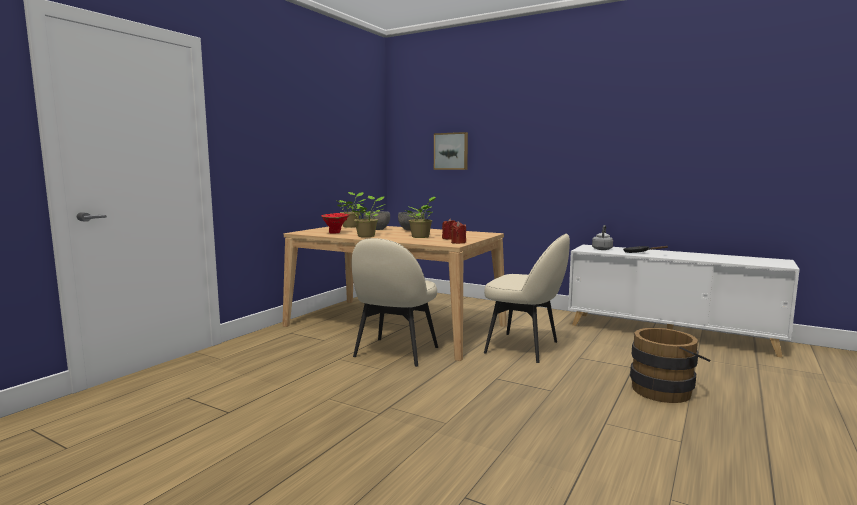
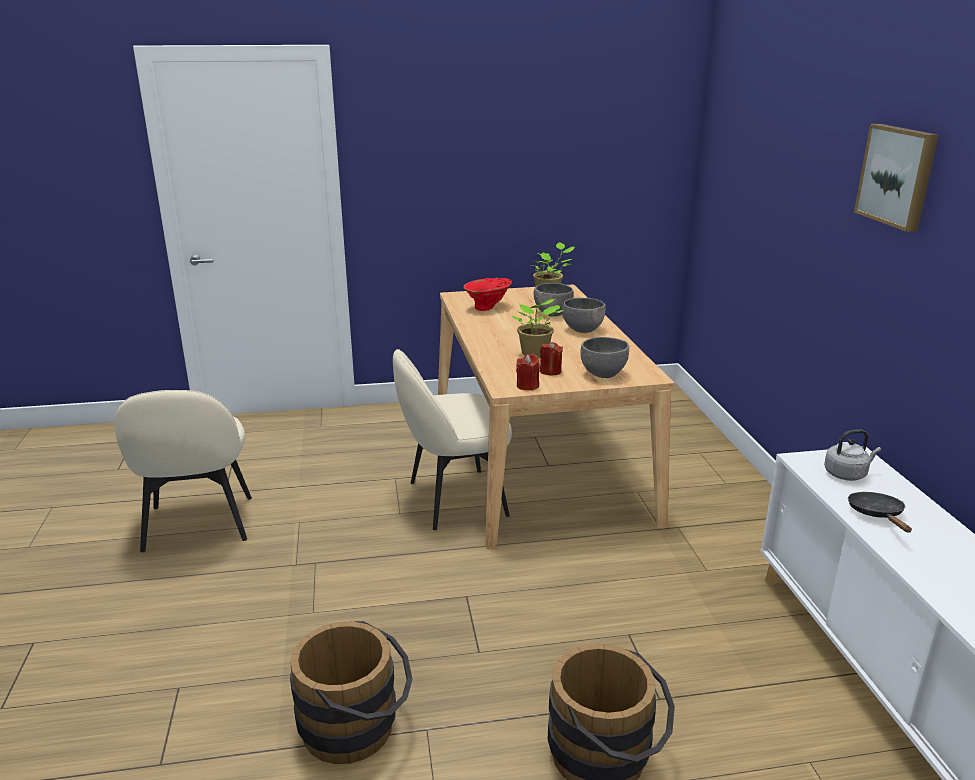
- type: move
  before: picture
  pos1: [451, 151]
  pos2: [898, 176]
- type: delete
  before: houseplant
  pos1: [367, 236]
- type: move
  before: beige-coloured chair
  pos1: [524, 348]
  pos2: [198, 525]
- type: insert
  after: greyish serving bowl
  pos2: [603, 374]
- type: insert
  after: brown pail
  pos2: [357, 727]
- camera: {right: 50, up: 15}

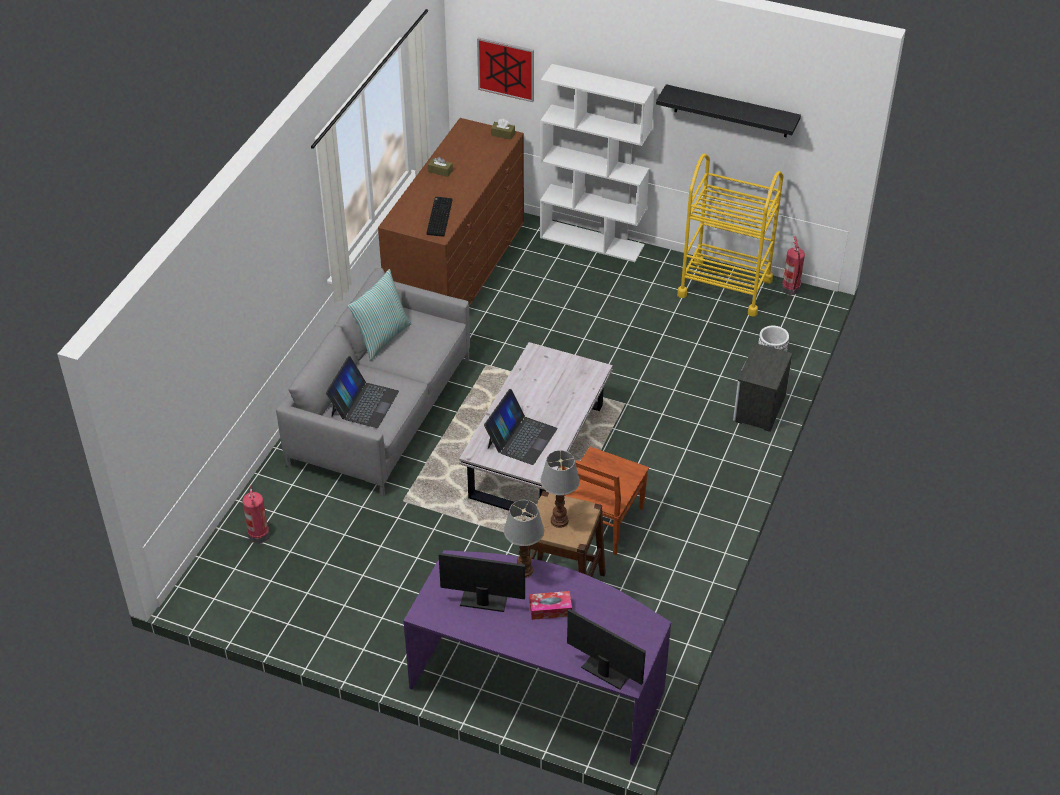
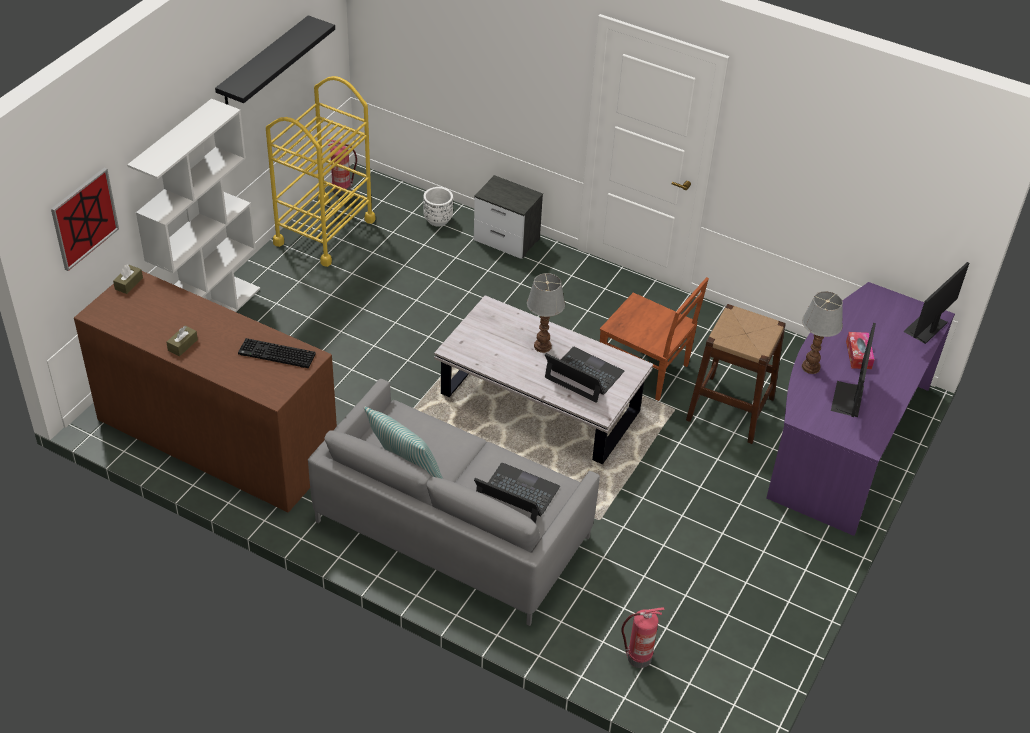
- type: move
  before: lamp for a table
  pos1: [559, 521]
  pos2: [543, 346]
- camera: {right: -85, up: 0}

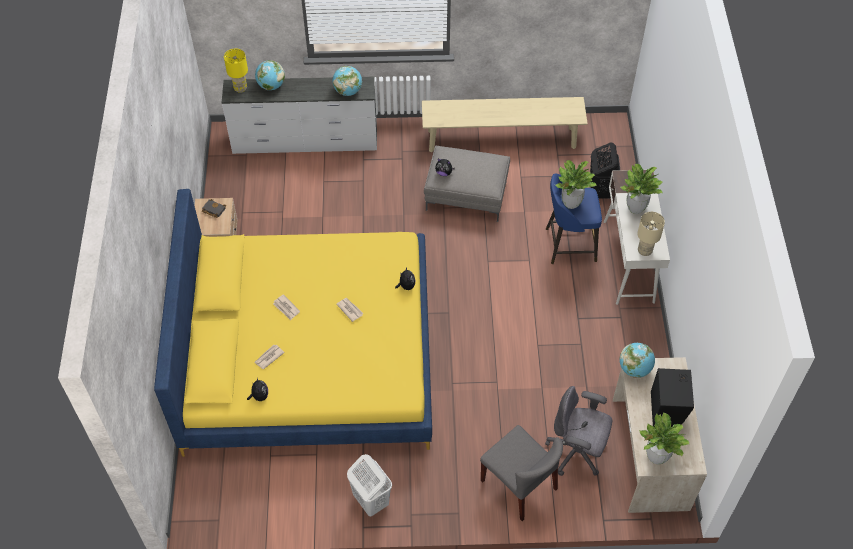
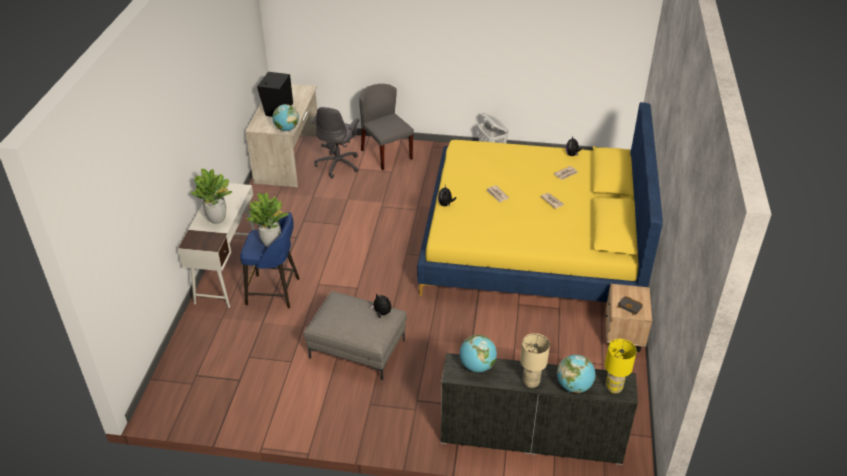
- type: delete
  before: beige-coloured bench
  pos1: [501, 139]
- type: delete
  before: black-coloured laundry basket
  pos1: [600, 190]
- type: move
  before: beige-coloured lamp for a table
  pos1: [644, 251]
  pos2: [531, 383]
- type: rotate
  before: greyish office chair
  pos1: [577, 452]
  pos2: [338, 164]
  turn: 75
- type: delete
  before: houseplant
  pos1: [656, 456]
- camera: {right: -170, up: -15}

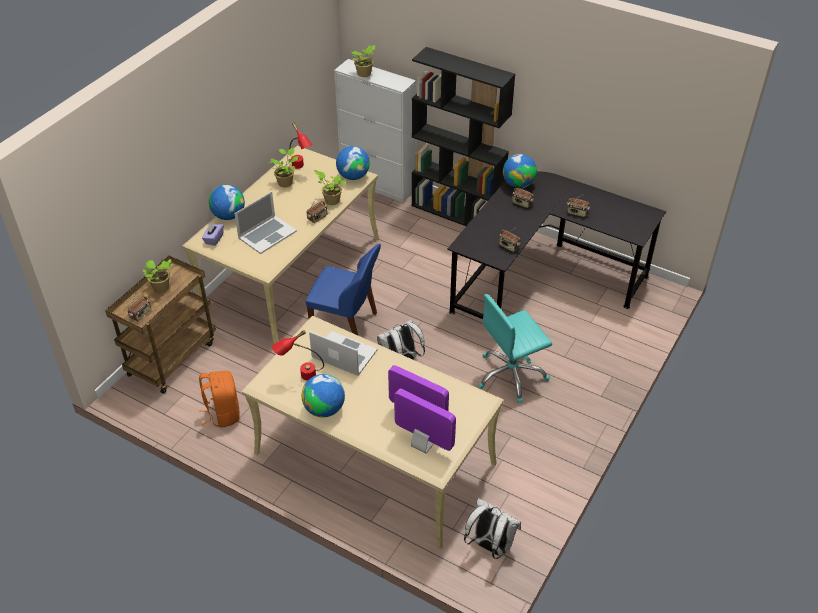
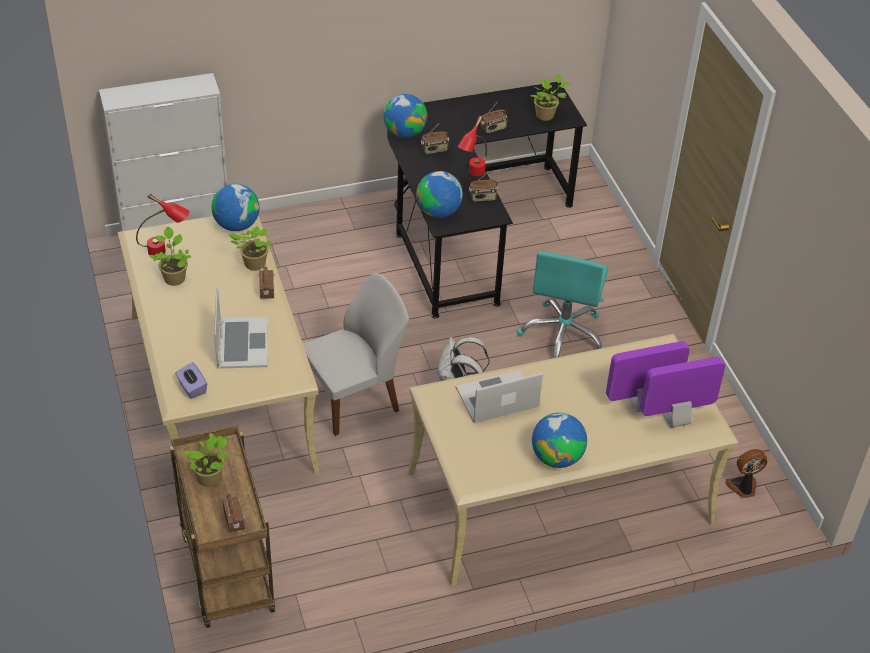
- type: move
  before: houseplant
  pos1: [364, 74]
  pos2: [546, 115]
- type: delete
  before: black-coloured bookshelf
  pos1: [457, 213]
- type: move
  before: desk globe
  pos1: [229, 216]
  pos2: [438, 212]
- type: recolor
  before: bluish chair
  after: whitish chair
  pos1: [346, 324]
  pos2: [354, 400]
- type: move
  before: red-coloured lamp for a table
  pos1: [300, 375]
  pos2: [472, 175]
- type: delete
  before: orange knapsack
  pos1: [223, 413]
- type: replace
  before: whitish knapsack
  after: electric fan
  pos1: [490, 546]
  pos2: [743, 487]
- camera: {right: -50, up: 0}

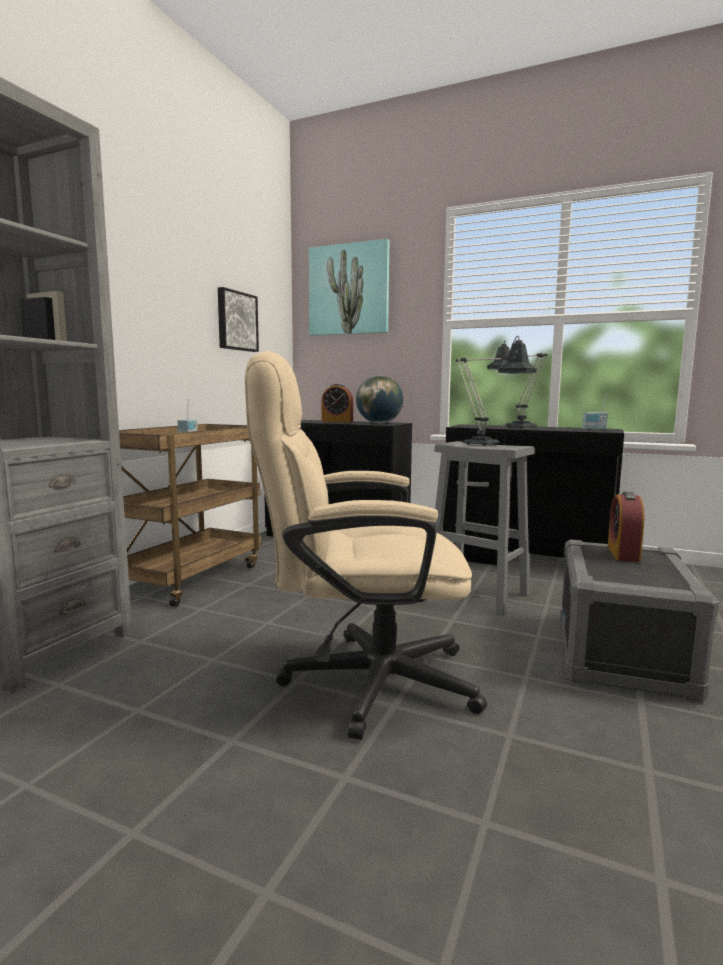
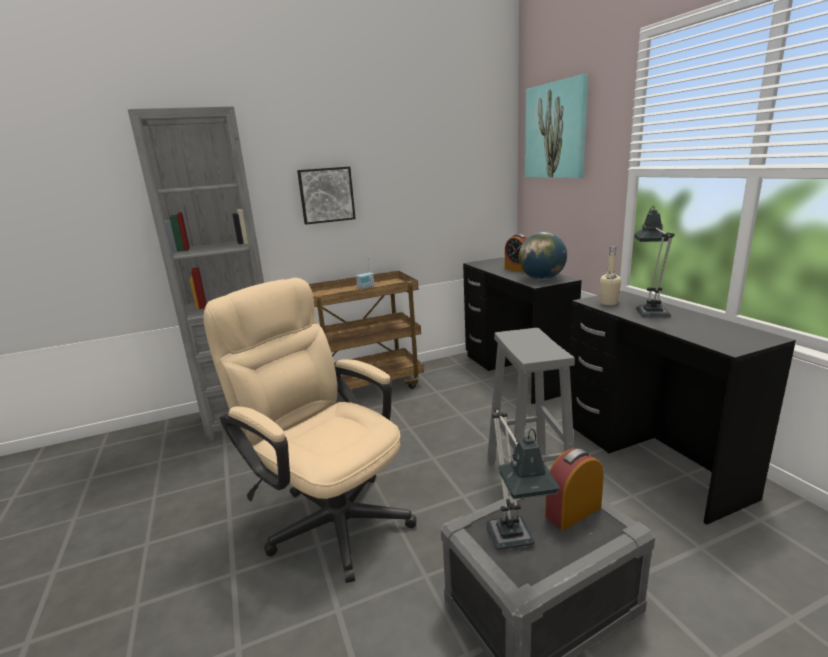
- type: move
  before: picture
  pos1: [236, 321]
  pos2: [326, 195]
- type: move
  before: lamp for a table
  pos1: [488, 445]
  pos2: [513, 543]
- type: delete
  before: radio receiver
  pos1: [594, 429]
- type: insert
  after: beige-coloured beverage bottle
  pos2: [608, 303]
- camera: {right: 45, up: 10}

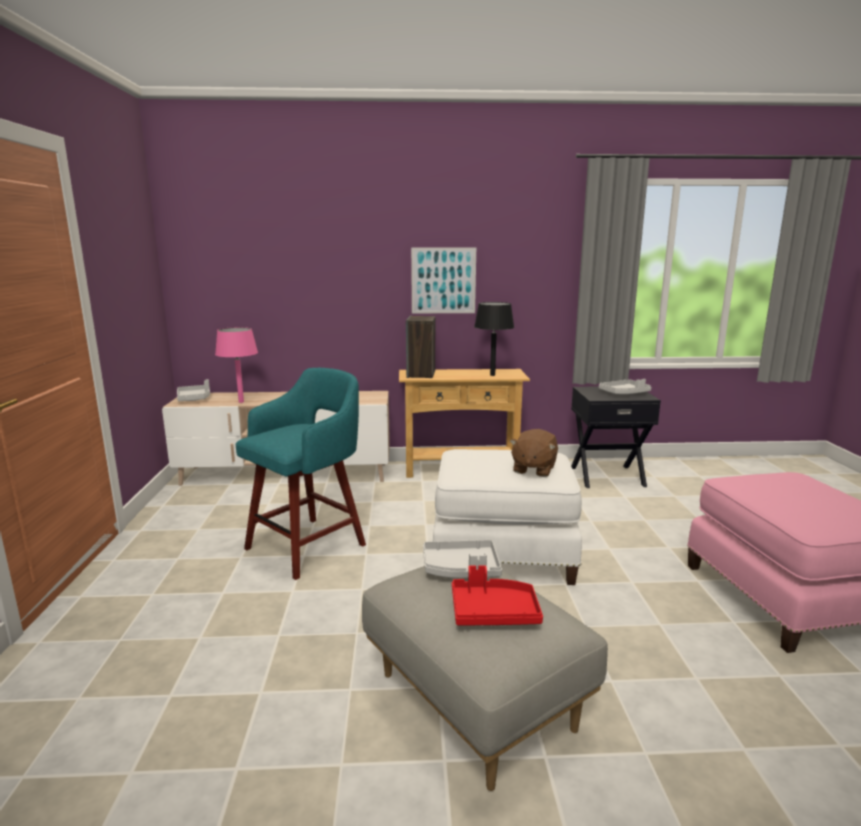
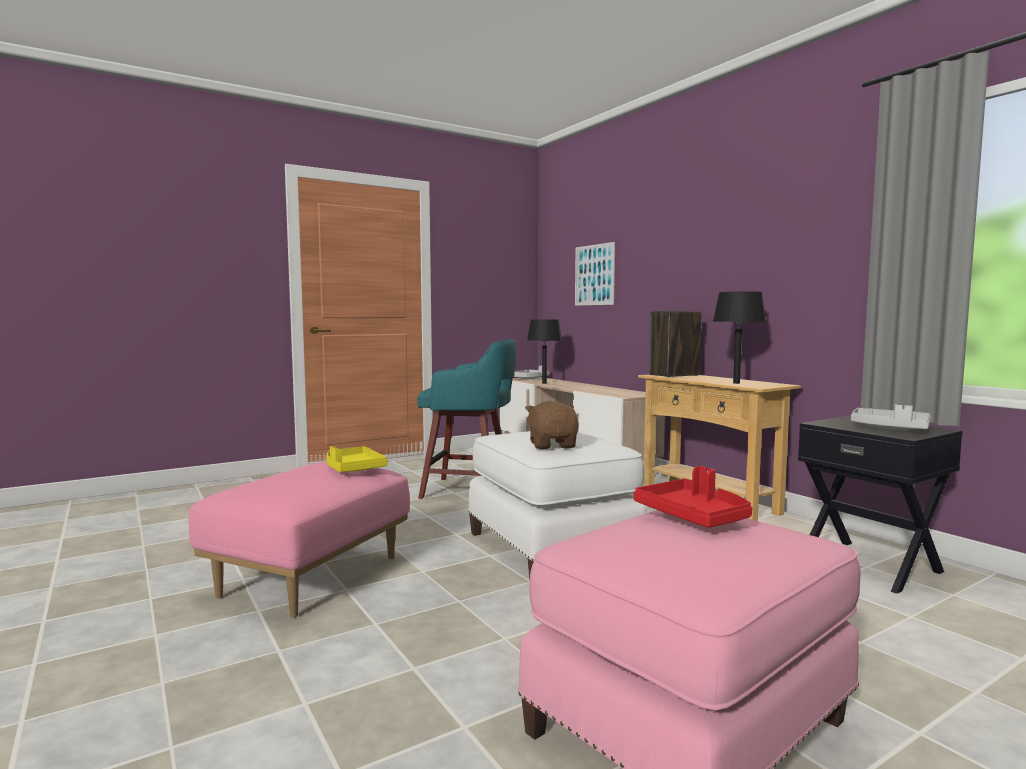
- type: move
  before: picture
  pos1: [443, 280]
  pos2: [594, 275]
- type: recolor
  before: pink-coloured lamp for a table
  after: black-coloured lamp for a table
  pos1: [241, 402]
  pos2: [544, 383]
- type: rotate
  before: brown soft toy
  pos1: [533, 469]
  pos2: [553, 445]
  turn: 90
- type: recolor
  before: greyish carrying tray
  after: yellow carrying tray
  pos1: [461, 569]
  pos2: [353, 469]
- type: move
  before: red-coloured carrying tray
  pos1: [493, 612]
  pos2: [694, 516]
- type: recolor
  before: greyish ottoman
  after: pink-coloured ottoman
  pos1: [473, 702]
  pos2: [310, 576]
- camera: {right: 60, up: -10}

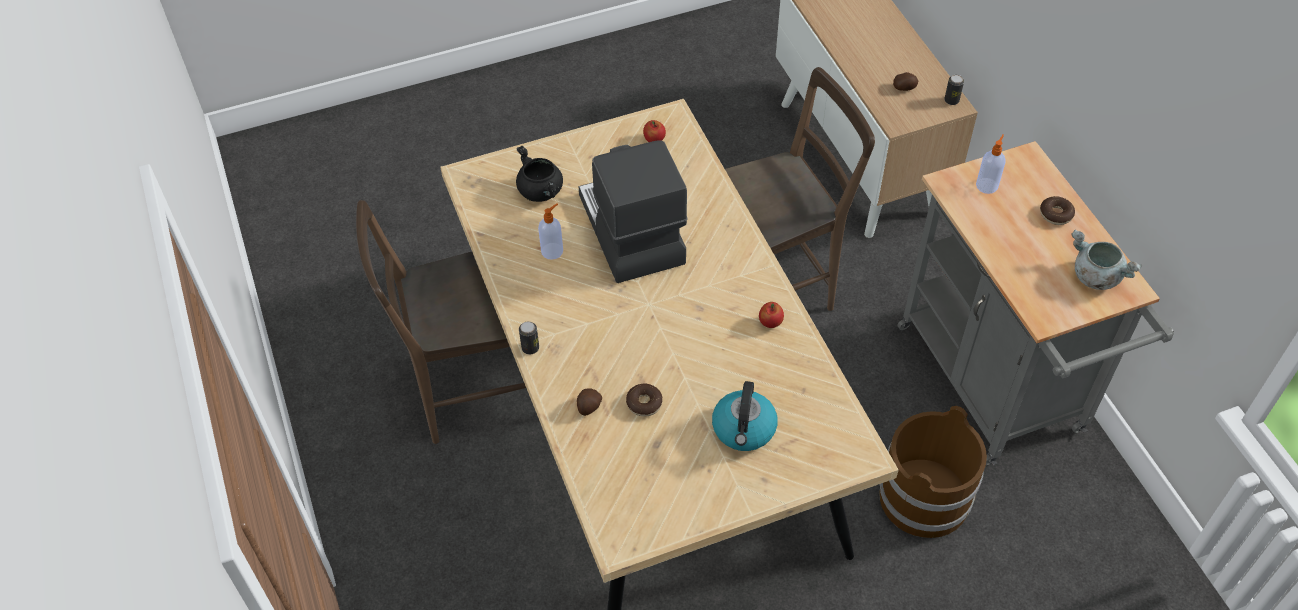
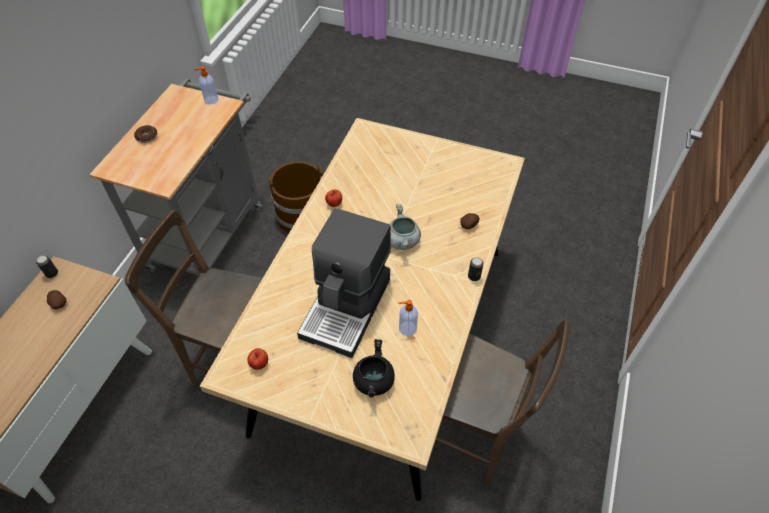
- type: move
  before: soap dispenser
  pos1: [987, 185]
  pos2: [210, 100]
- type: move
  before: greyish stockpot
  pos1: [1095, 276]
  pos2: [403, 241]
- type: delete
  before: tea kettle
  pos1: [744, 430]
- type: delete
  before: donut
  pos1: [644, 403]
- camera: {right: -140, up: 0}

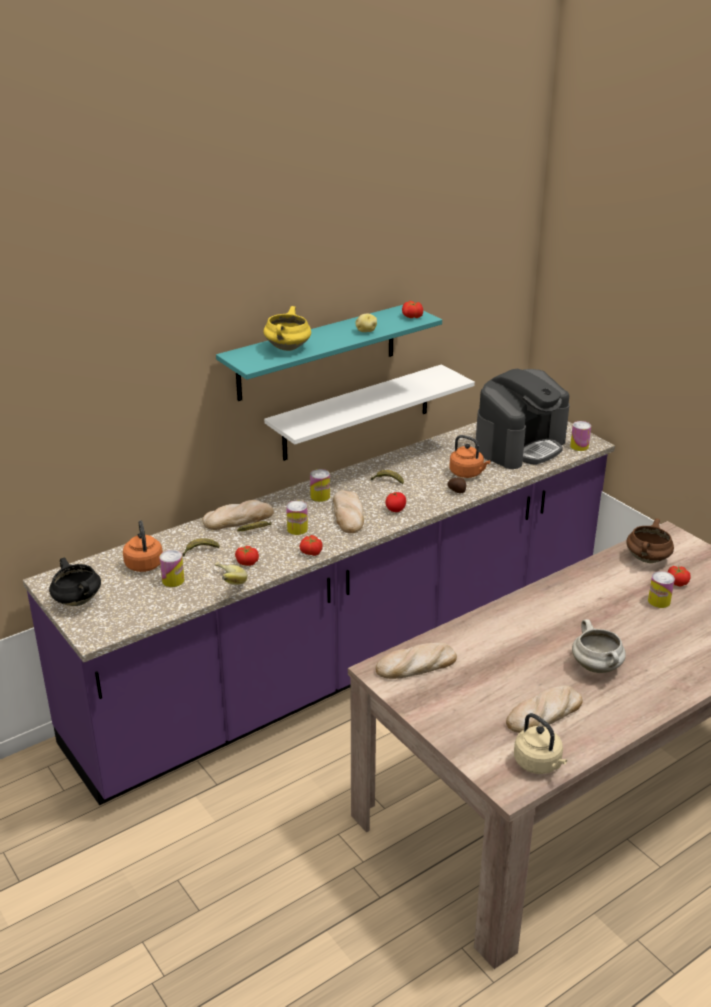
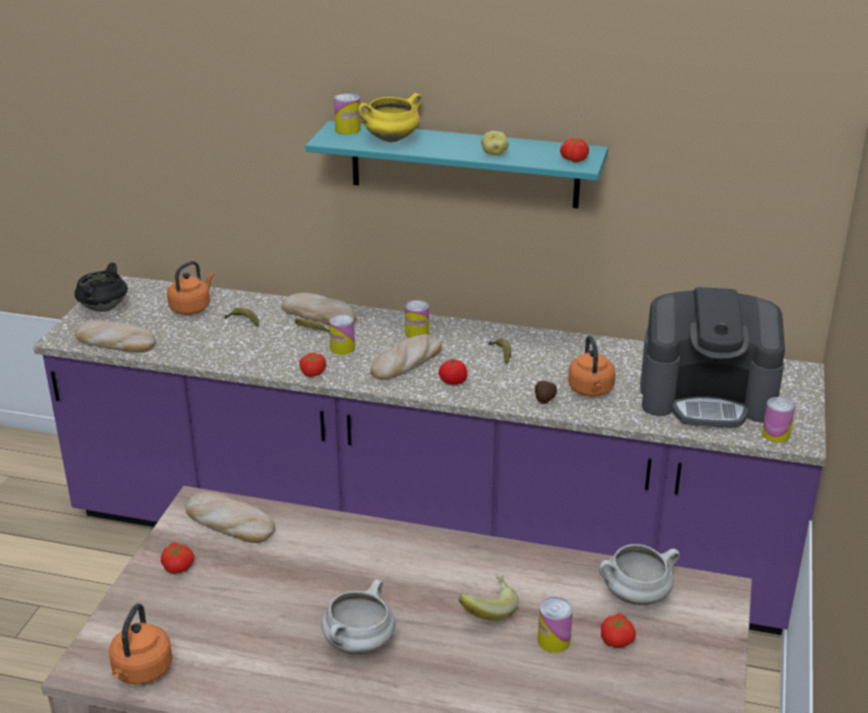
- type: delete
  before: whitish wall shelf
  pos1: [357, 412]
- type: recolor
  before: brown stockpot
  after: whitish stockpot
  pos1: [648, 559]
  pos2: [635, 596]
- type: move
  before: whole tomato
  pos1: [247, 562]
  pos2: [178, 566]
- type: move
  before: metal can
  pos1: [173, 580]
  pos2: [347, 130]
- type: move
  before: banana
  pos1: [227, 584]
  pos2: [487, 609]
- type: move
  before: baked bread
  pos1: [544, 714]
  pos2: [114, 341]
- type: recolor
  before: beige-coloured tea kettle
  after: orange tea kettle
  pos1: [539, 764]
  pos2: [141, 671]
- camera: {right: 50, up: 0}

